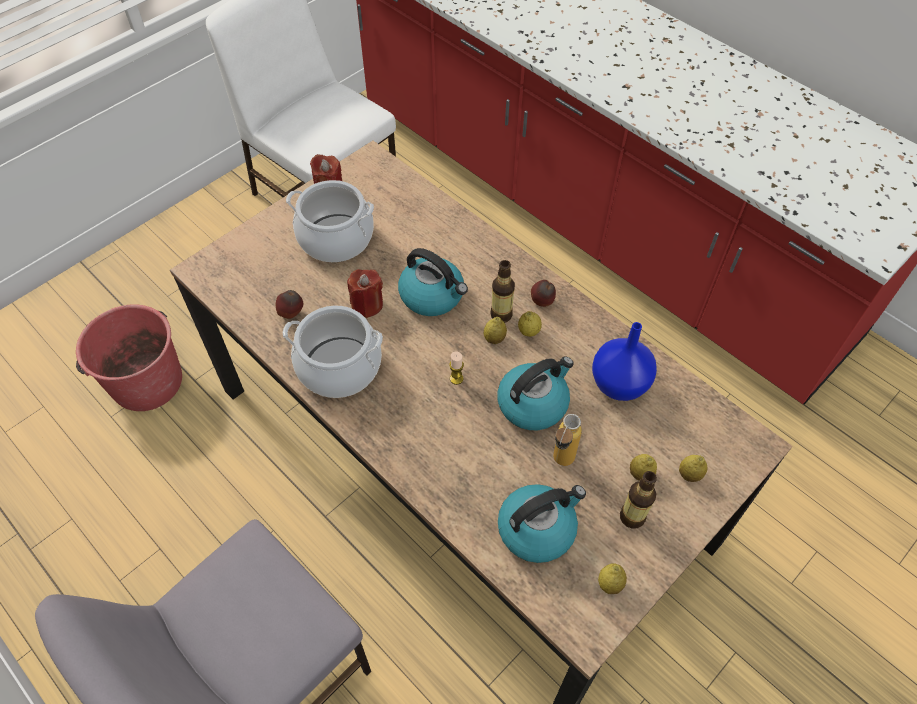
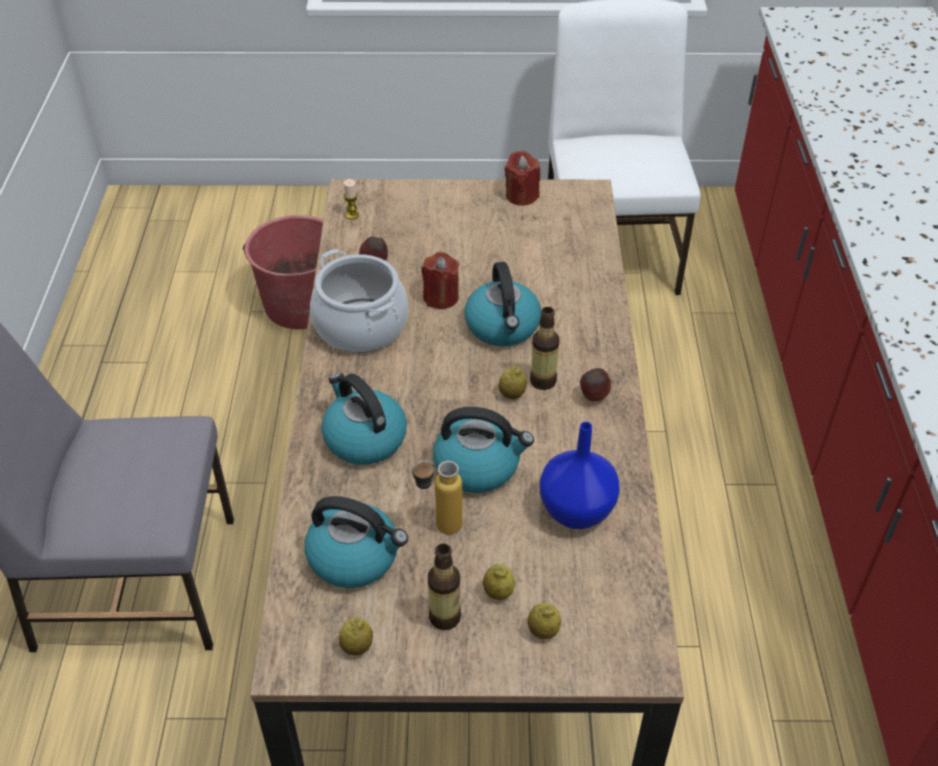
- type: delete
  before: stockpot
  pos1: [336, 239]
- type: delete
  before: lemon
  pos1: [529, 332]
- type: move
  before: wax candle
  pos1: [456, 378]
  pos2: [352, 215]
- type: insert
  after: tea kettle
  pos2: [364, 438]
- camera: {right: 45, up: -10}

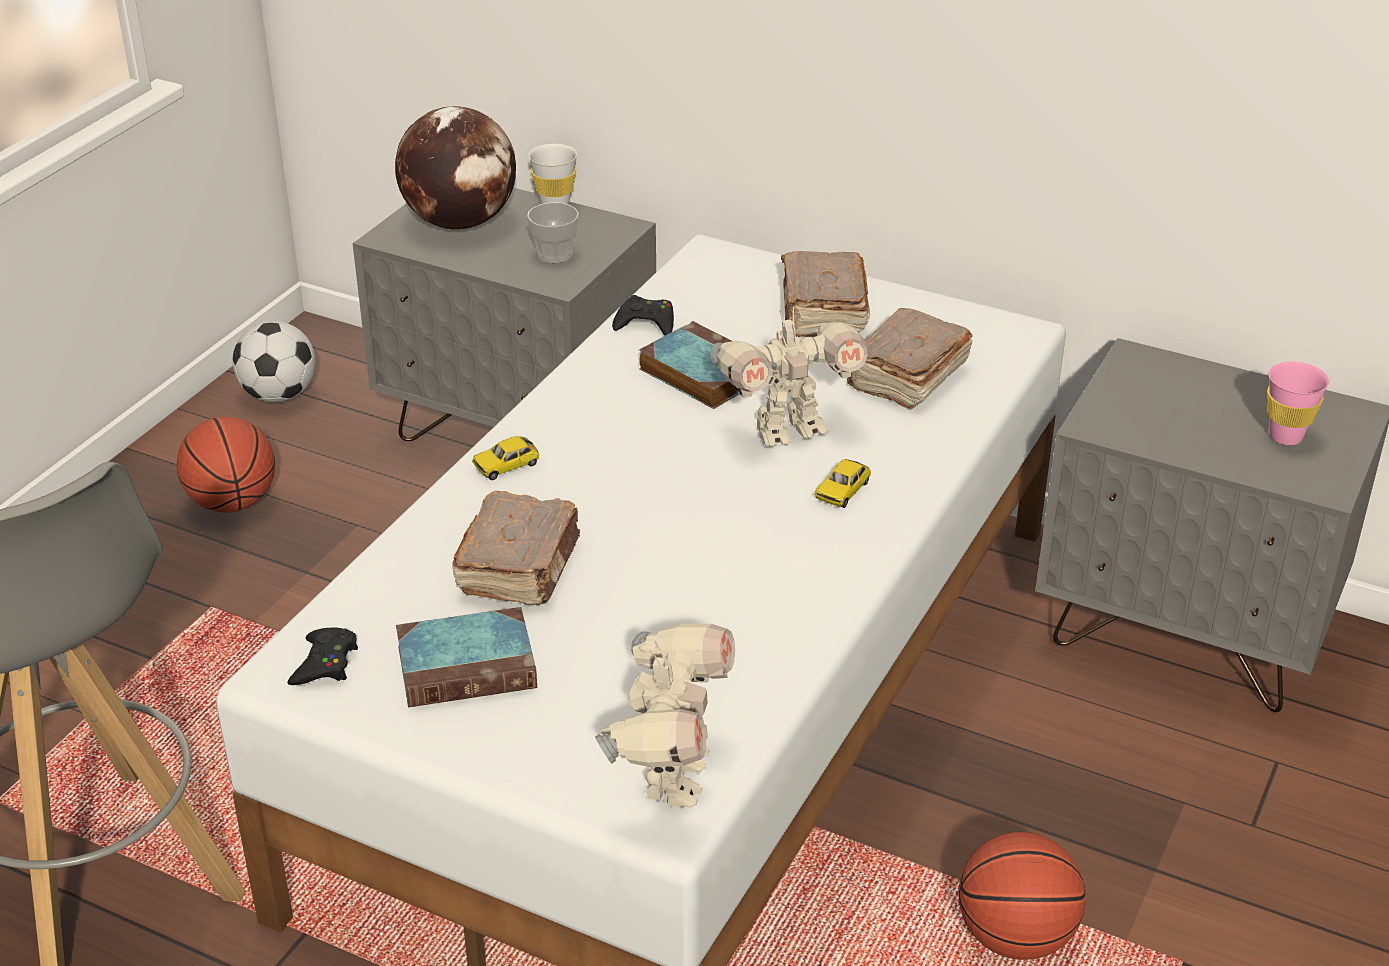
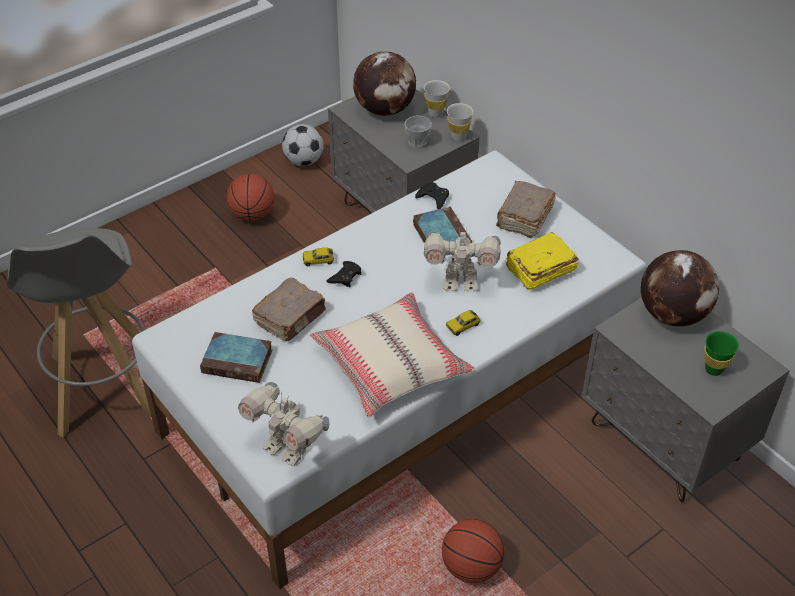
- type: recolor
  before: brown volume
  after: yellow volume
  pos1: [906, 377]
  pos2: [539, 270]
- type: recolor
  before: pink-coloured cup
  after: green-coloured cup
  pos1: [1285, 437]
  pos2: [714, 369]
- type: rotate
  before: robot figure
  pos1: [670, 777]
  pos2: [287, 448]
  turn: 90
- type: move
  before: black-coloured gamepad
  pos1: [325, 663]
  pos2: [345, 277]
- type: insert
  after: whitish cup
  pos2: [458, 137]
- type: insert
  after: desk globe
  pos2: [673, 314]
- type: insert
  after: beige-coloured throw pillow
  pos2: [391, 365]
- camera: {right: 25, up: 10}

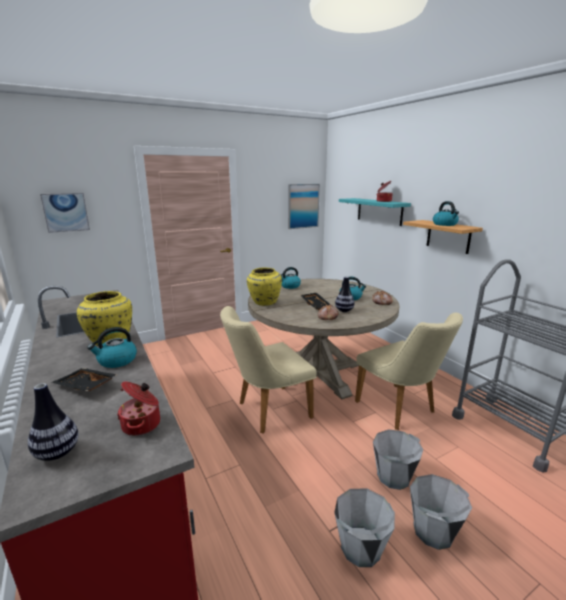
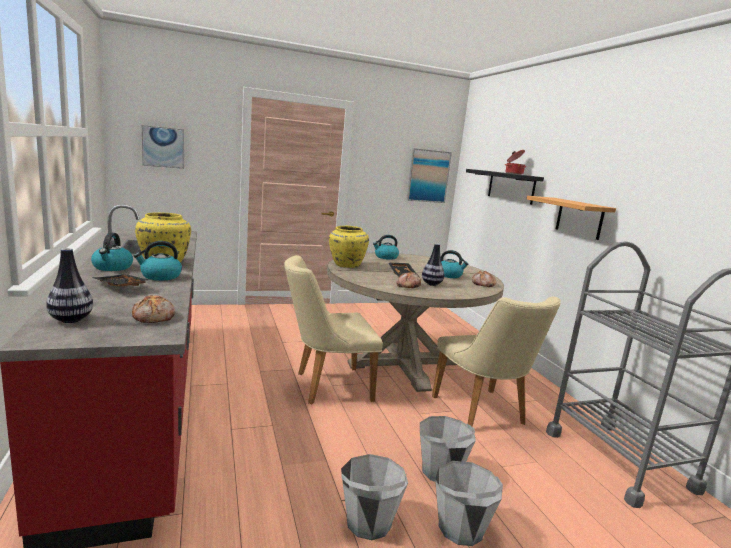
- type: recolor
  before: blue-green wall shelf
  after: black-coloured wall shelf
  pos1: [379, 211]
  pos2: [511, 187]
- type: move
  before: tea kettle
  pos1: [445, 224]
  pos2: [112, 267]
- type: replace
  before: stockpot
  after: baked bread
  pos1: [142, 424]
  pos2: [154, 317]
- camera: {right: 10, up: -5}

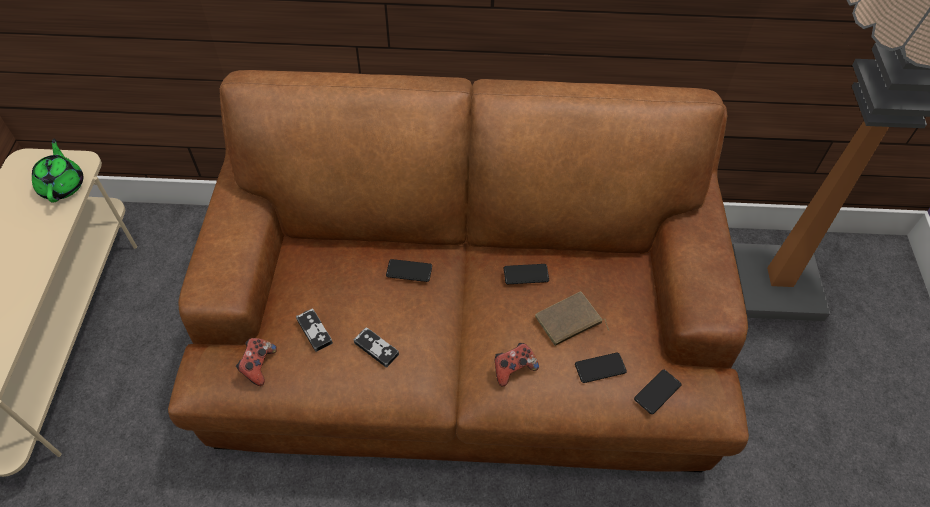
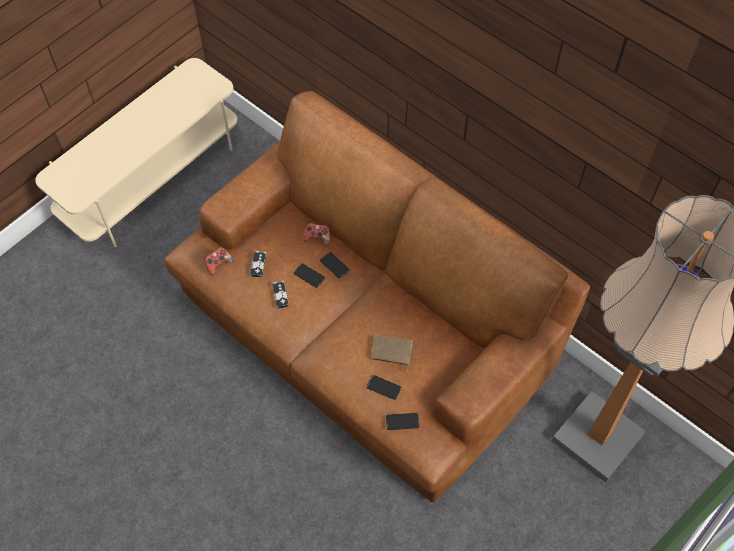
- type: delete
  before: green-coloured pot for tea
  pos1: [63, 185]
- type: move
  before: telephone
  pos1: [526, 274]
  pos2: [309, 276]
- type: move
  before: gamepad
  pos1: [513, 369]
  pos2: [317, 237]
- camera: {right: 40, up: 5}

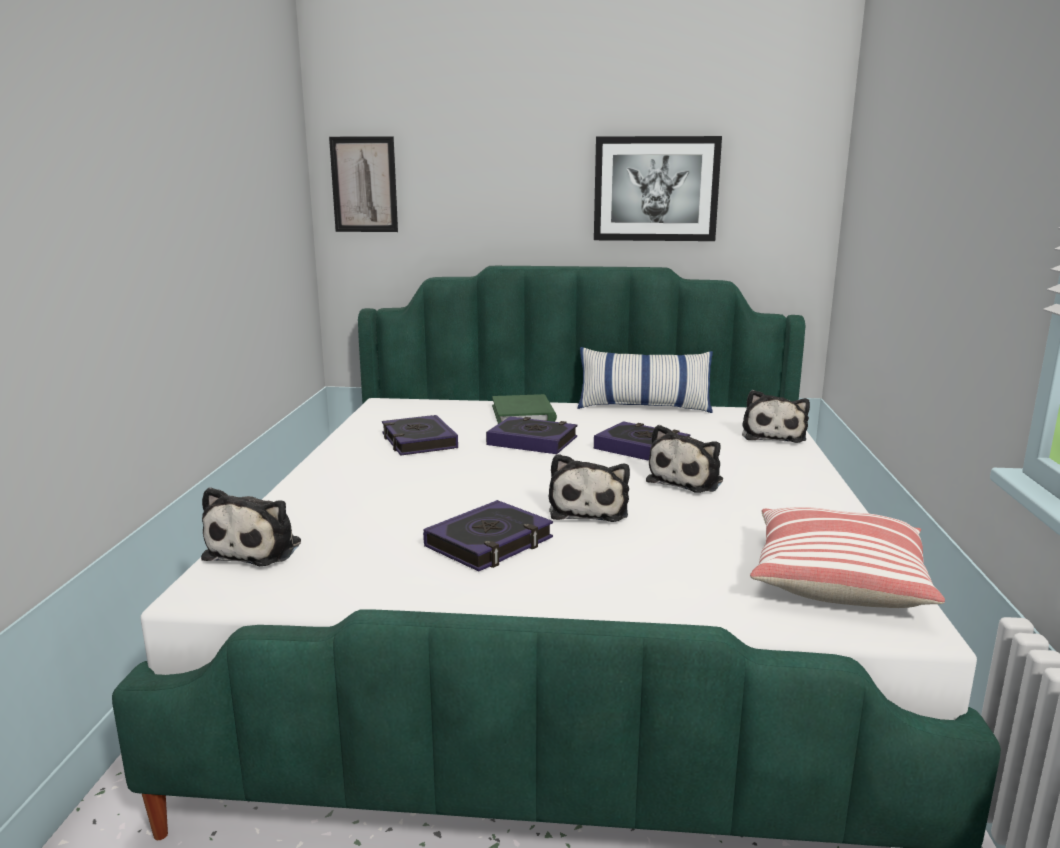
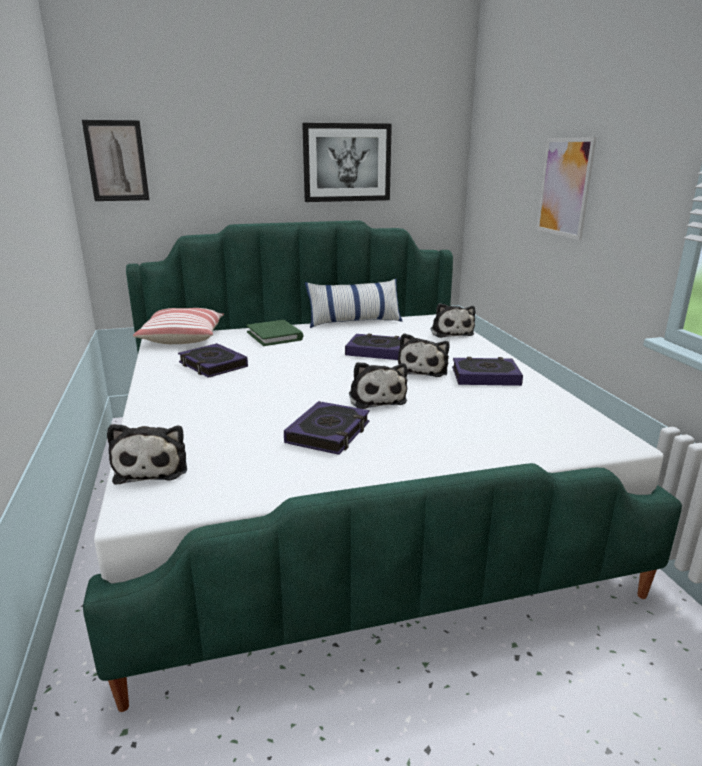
- type: move
  before: volume
  pos1: [532, 441]
  pos2: [485, 376]
- type: move
  before: throw pillow
  pos1: [837, 580]
  pos2: [182, 338]
- type: insert
  after: picture
  pos2: [564, 187]
- camera: {right: -20, up: 5}

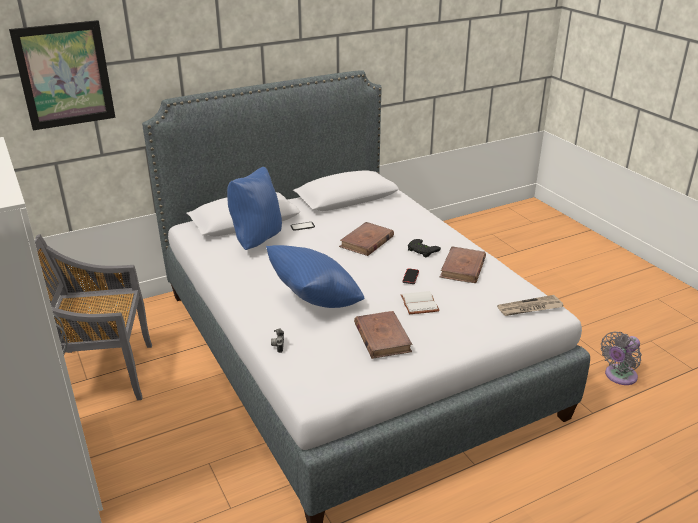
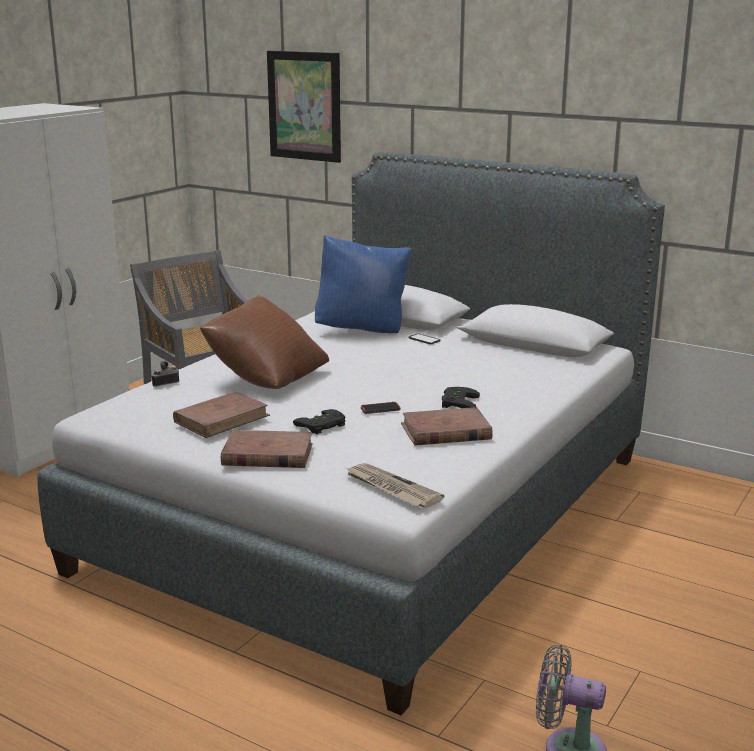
- type: move
  before: brown volume
  pos1: [366, 242]
  pos2: [267, 455]
- type: recolor
  before: bluish throw pillow
  after: brown throw pillow
  pos1: [315, 301]
  pos2: [266, 378]
- type: replace
  before: whitish volume
  after: black-coloured gamepad
  pos1: [420, 304]
  pos2: [322, 426]
- camera: {right: 60, up: -10}

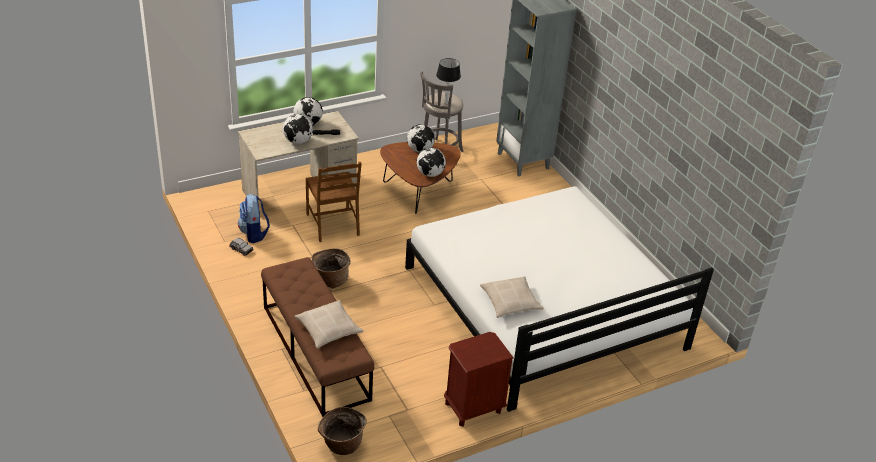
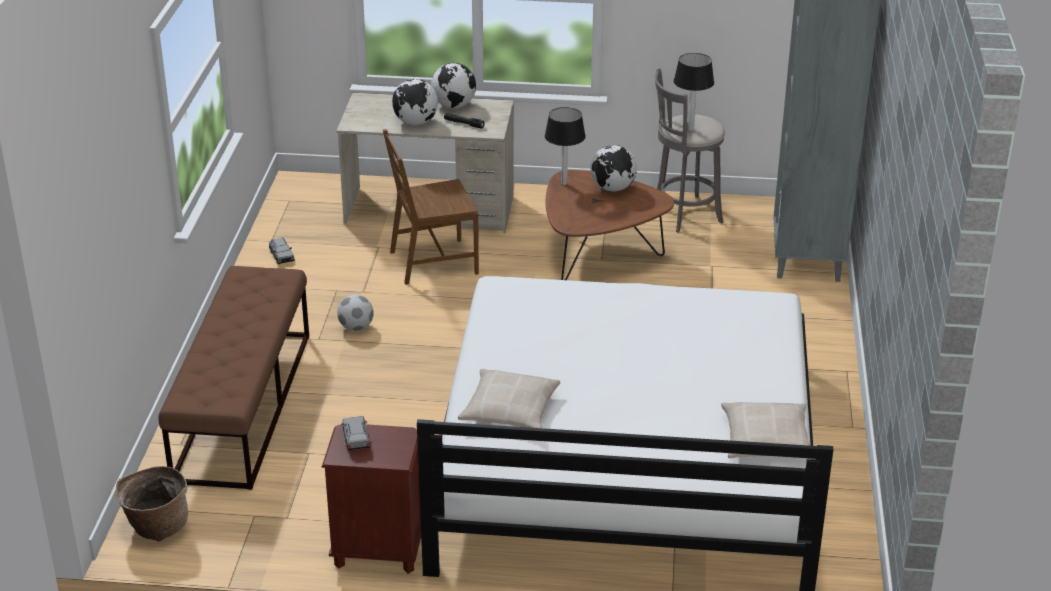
- type: delete
  before: desk globe
  pos1: [430, 174]
- type: rotate
  before: brown chair
  pos1: [333, 225]
  pos2: [433, 262]
  turn: 60
- type: delete
  before: knapsack
  pos1: [254, 234]
- type: replace
  before: storage basket
  after: ball for football
  pos1: [330, 280]
  pos2: [356, 327]
- type: move
  before: beige-coloured throw pillow
  pos1: [328, 329]
  pos2: [766, 441]
- type: insert
  after: lamp for a table
  pos2: [564, 183]
- type: insert
  after: greyish model car
  pos2: [356, 439]
- camera: {right: 35, up: -5}

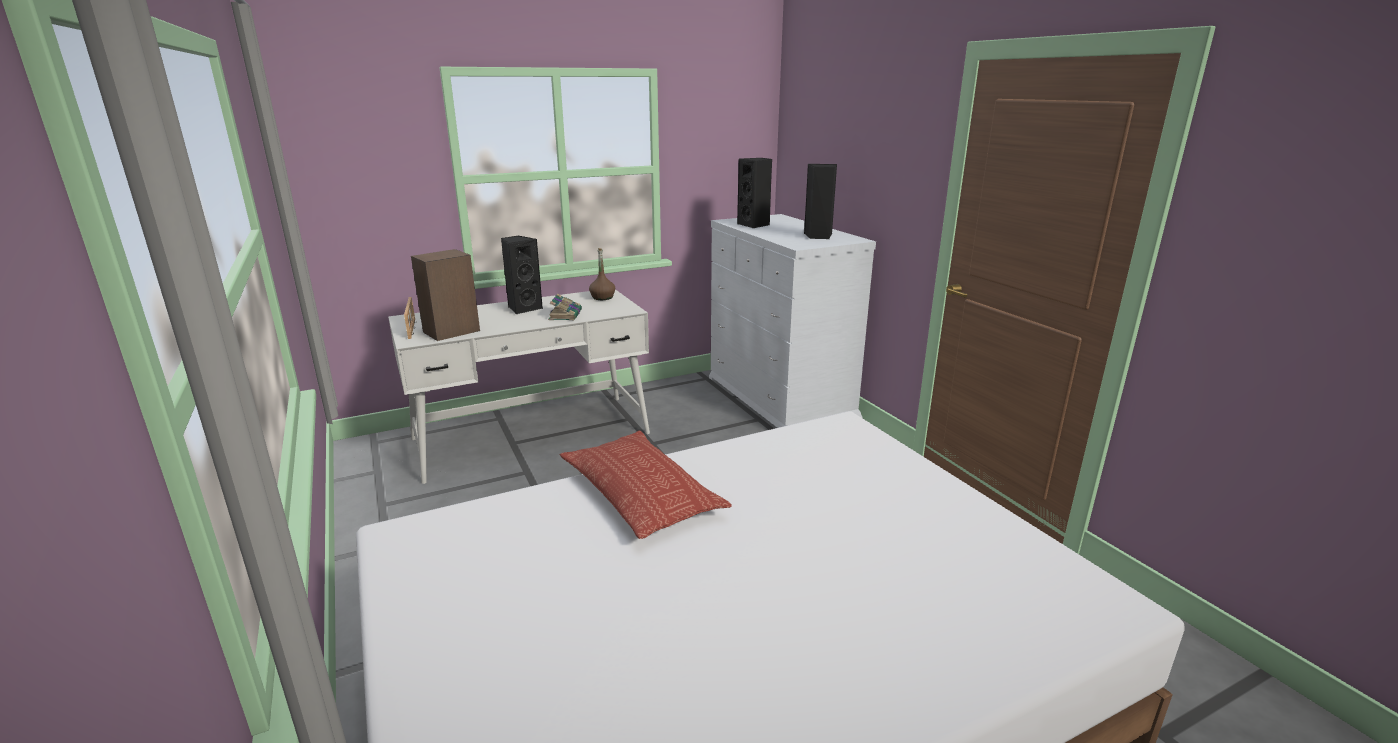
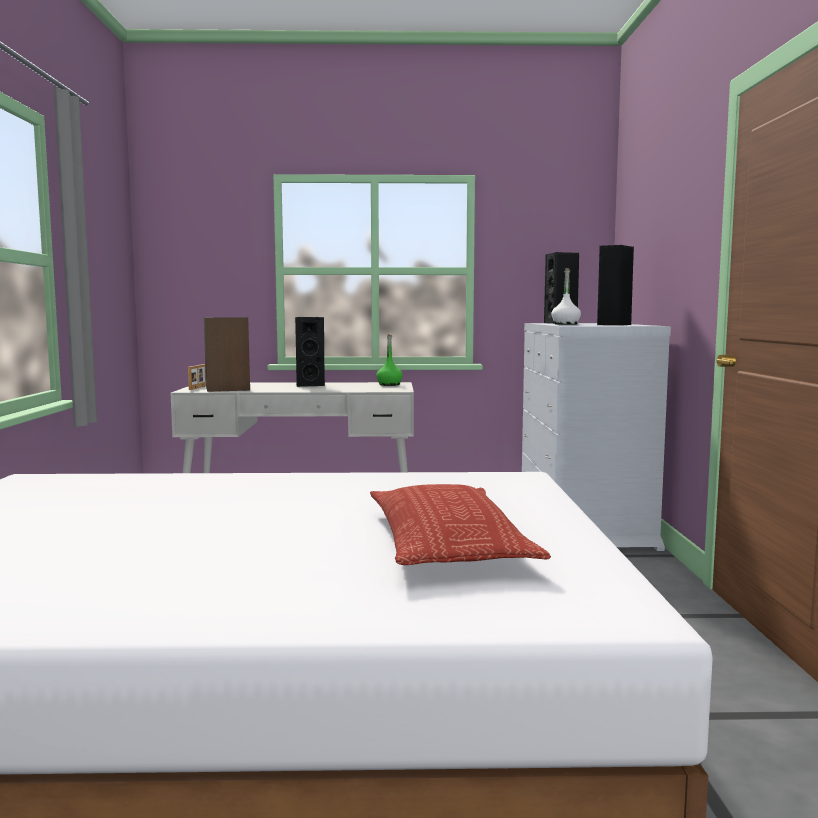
- type: recolor
  before: brown beverage bottle
  after: green-coloured beverage bottle
  pos1: [602, 297]
  pos2: [389, 384]
- type: delete
  before: volume
  pos1: [565, 315]
- type: move
  before: throw pillow
  pos1: [640, 492]
  pos2: [447, 541]
- type: insert
  after: whitish beverage bottle
  pos2: [565, 324]
- camera: {right: 25, up: -15}

